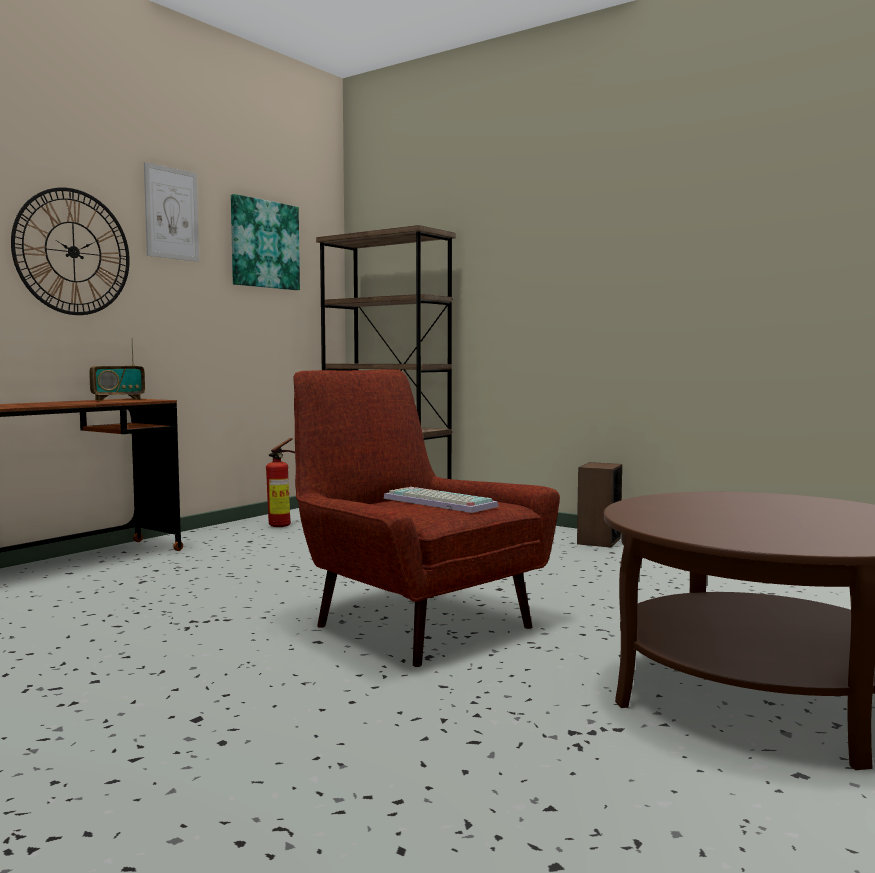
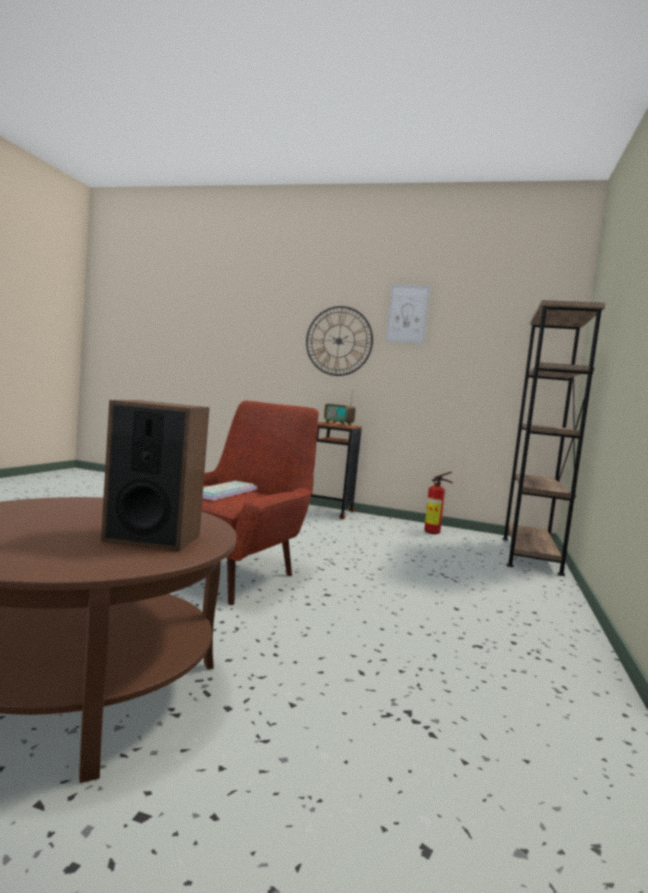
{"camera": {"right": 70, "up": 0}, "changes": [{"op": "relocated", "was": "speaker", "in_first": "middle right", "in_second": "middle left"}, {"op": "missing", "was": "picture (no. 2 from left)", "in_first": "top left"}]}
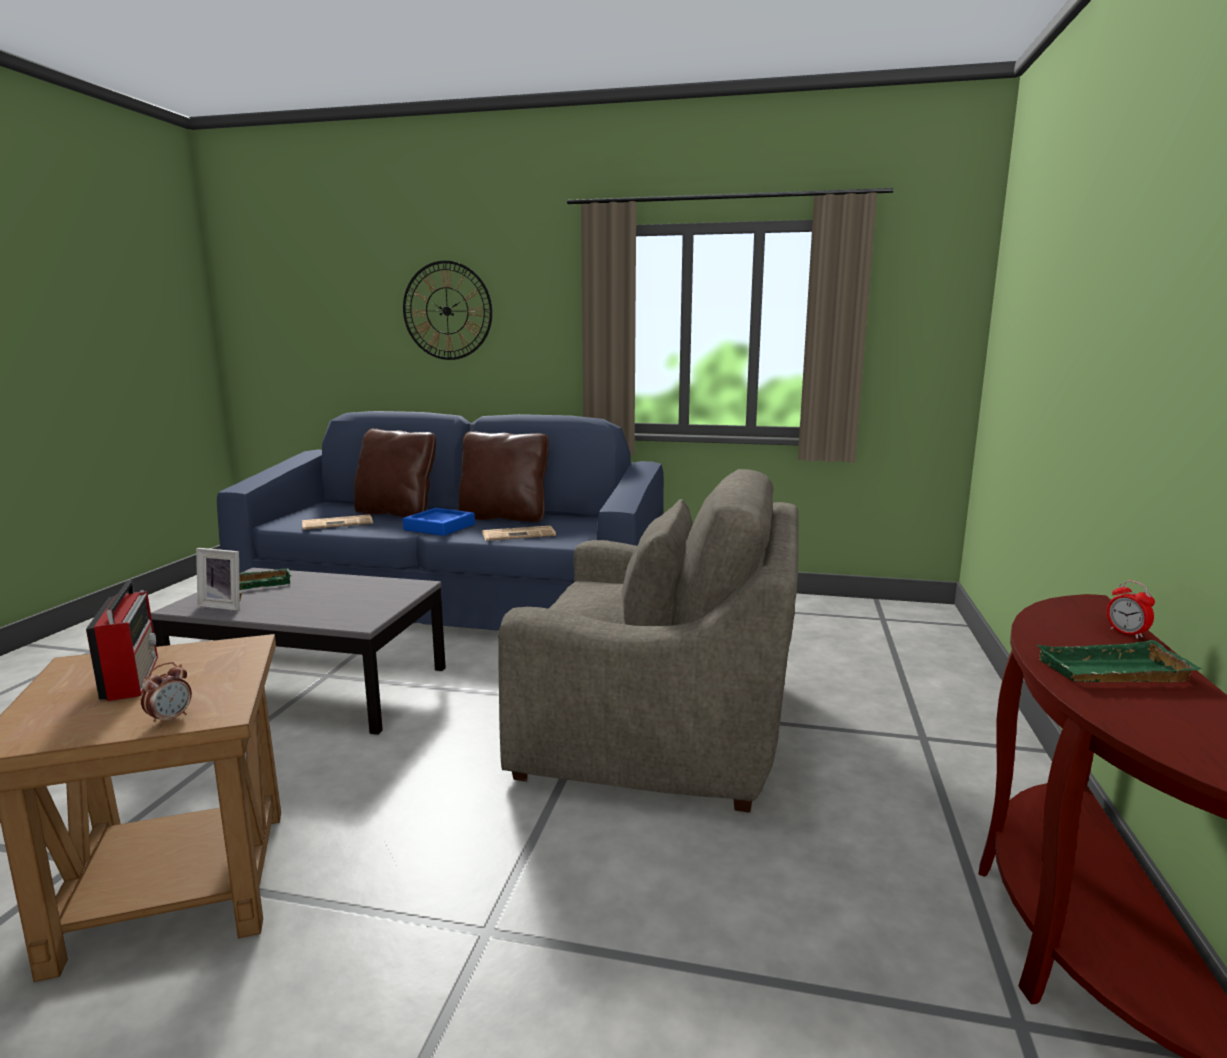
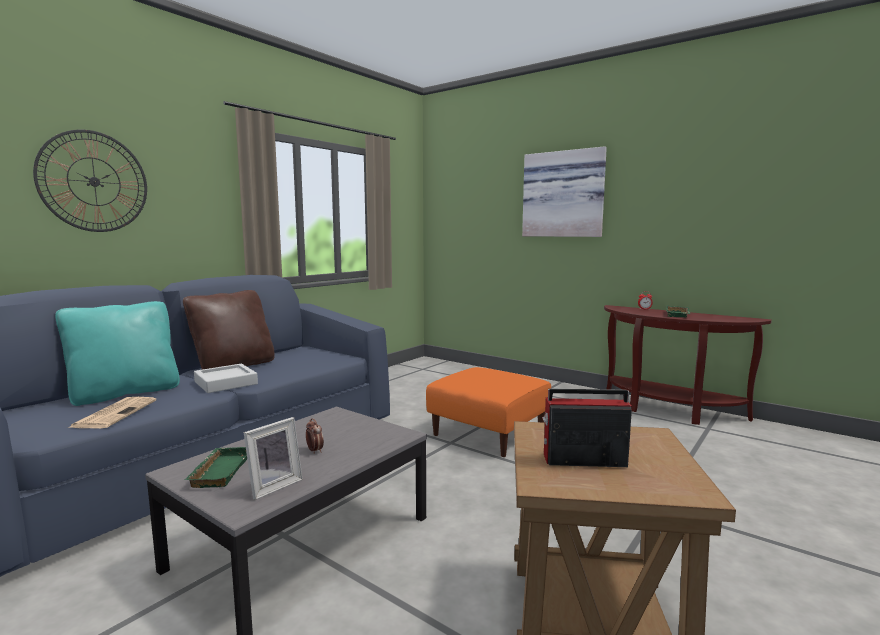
{"camera": {"right": -65, "up": -5}, "changes": [{"op": "colour", "was": "brown pillow (no. 1 from left)", "now": "turquoise pillow", "in_first": "middle left", "in_second": "middle left"}, {"op": "colour", "was": "blue tray", "now": "grey tray", "in_first": "centre", "in_second": "middle left"}, {"op": "relocated", "was": "alarm clock (no. 1 from left)", "in_first": "middle left", "in_second": "bottom centre"}, {"op": "exchanged", "was": "grey armchair", "now": "orange ottoman", "in_first": "centre", "in_second": "centre"}, {"op": "appeared", "now": "picture", "in_second": "top centre"}, {"op": "missing", "was": "newspaper (no. 2 from left)", "in_first": "centre"}]}
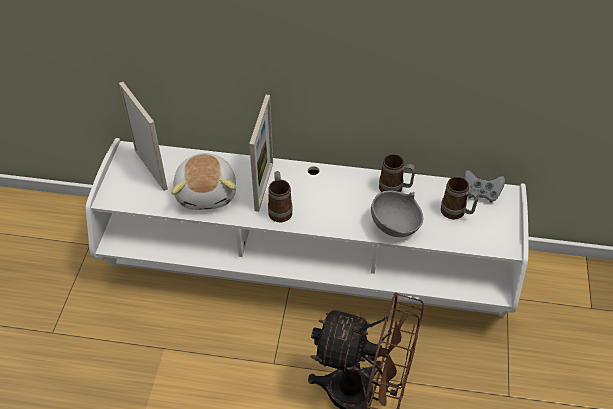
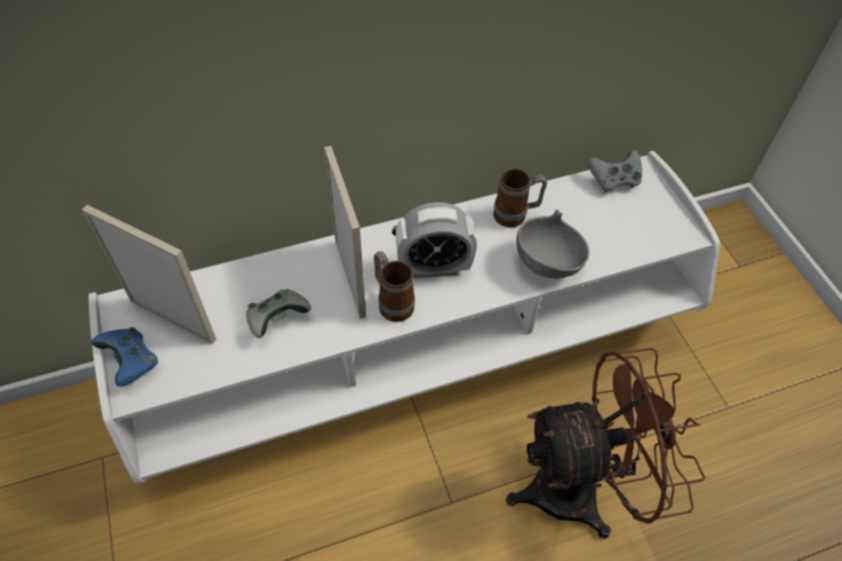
{"camera": {"right": -30, "up": 5}, "changes": [{"op": "appeared", "now": "blue game controller", "in_second": "middle left"}, {"op": "exchanged", "was": "plush toy", "now": "grey game controller (no. 1 from left)", "in_first": "middle left", "in_second": "middle left"}, {"op": "appeared", "now": "alarm clock", "in_second": "centre"}, {"op": "missing", "was": "mug (no. 3 from left)", "in_first": "middle right"}]}
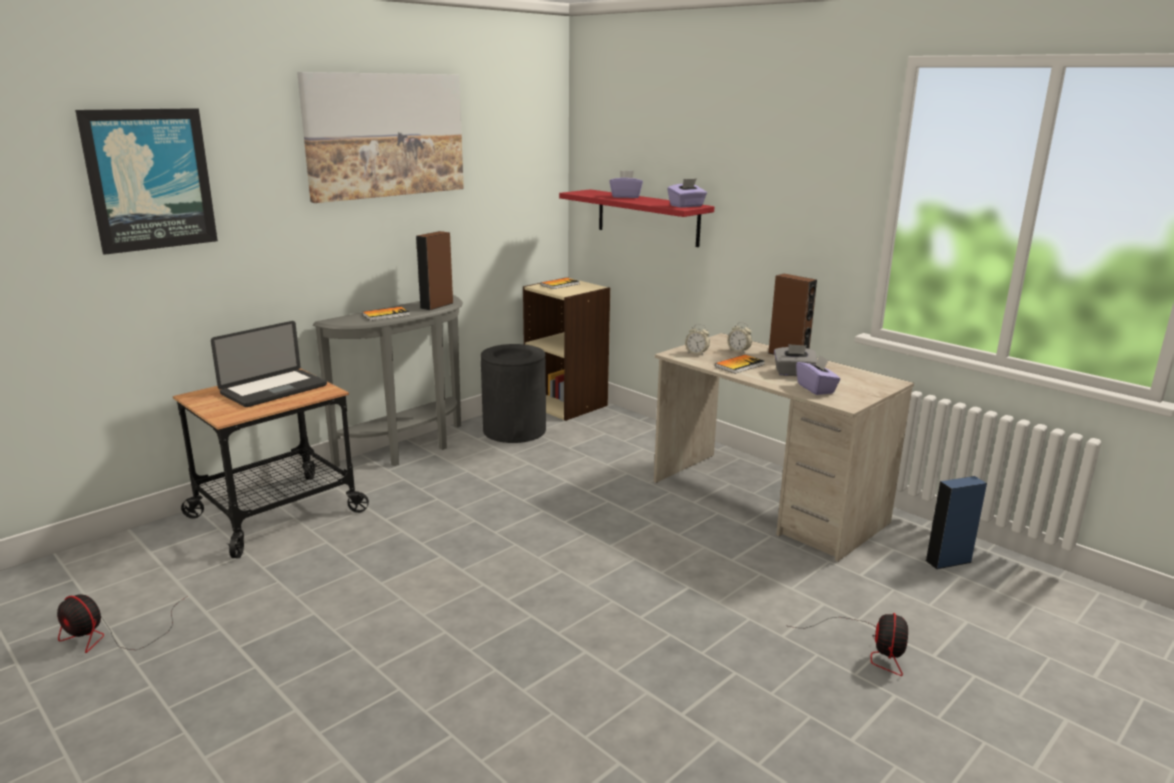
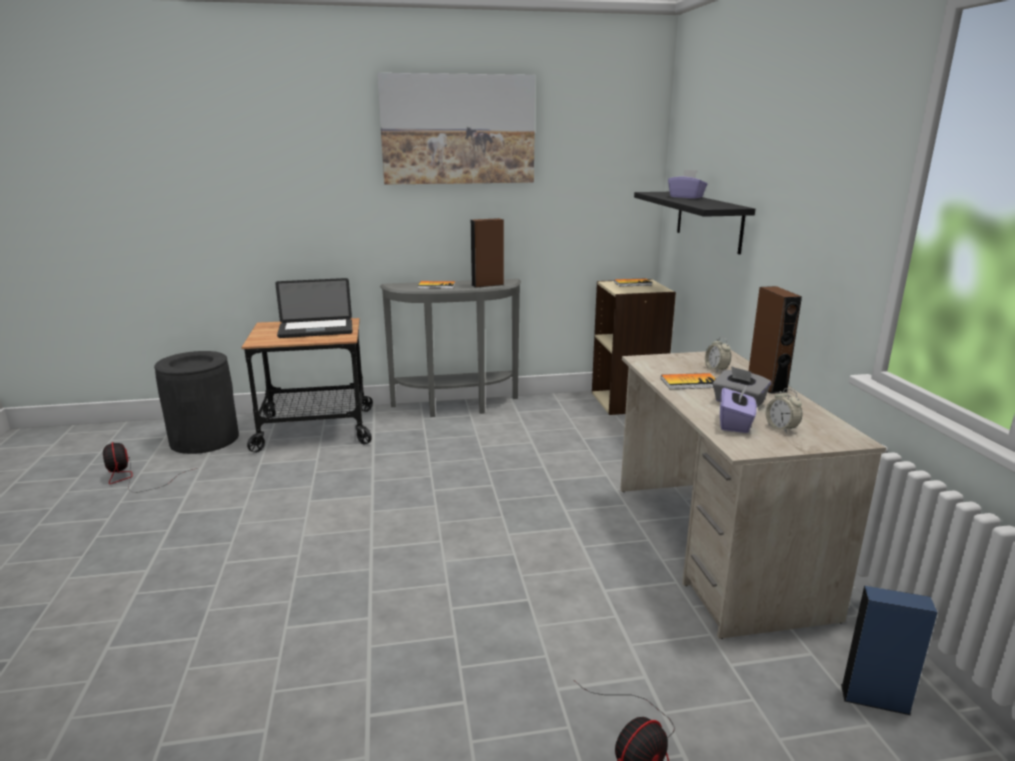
{"camera": {"right": 35, "up": 0}, "changes": [{"op": "relocated", "was": "black trash can", "in_first": "centre", "in_second": "middle left"}, {"op": "colour", "was": "red shelf", "now": "black shelf", "in_first": "top centre", "in_second": "top right"}, {"op": "relocated", "was": "alarm clock (no. 1 from left in the first image)", "now": "alarm clock (no. 2 from left)", "in_first": "centre", "in_second": "middle right"}, {"op": "missing", "was": "picture (no. 1 from left)", "in_first": "top left"}, {"op": "missing", "was": "purple tissue box (no. 2 from left)", "in_first": "top centre"}]}
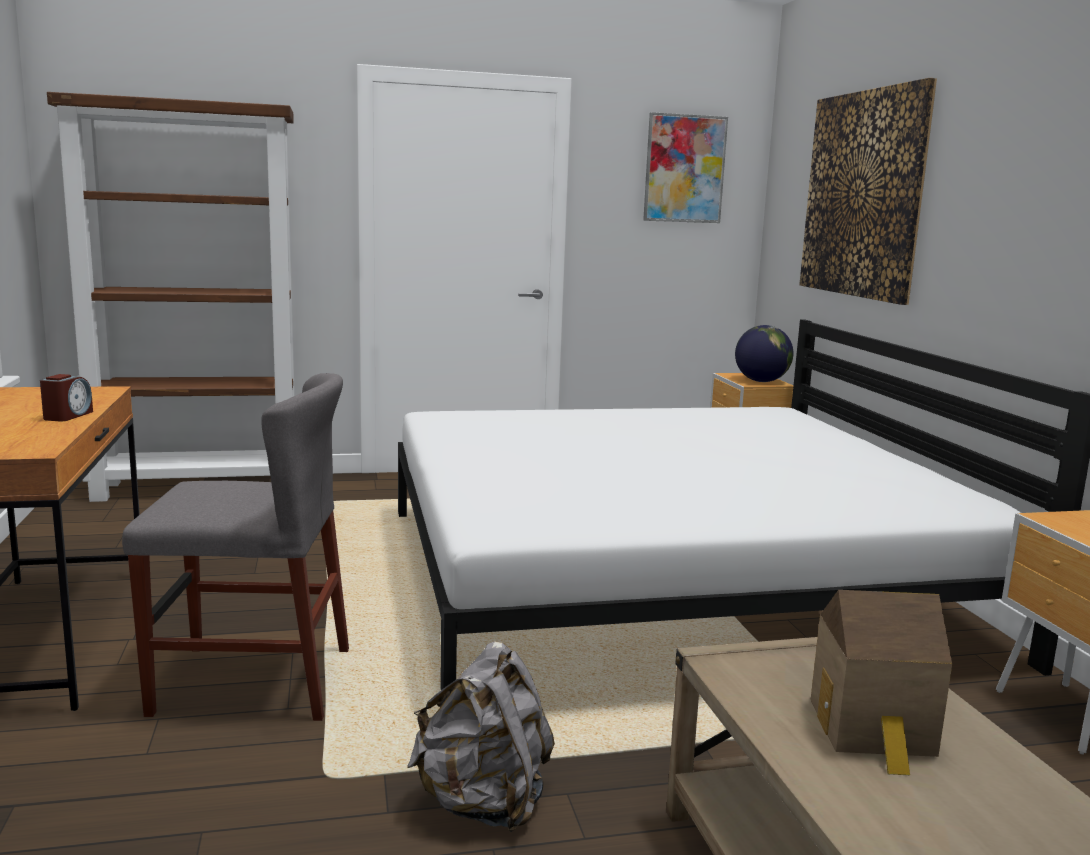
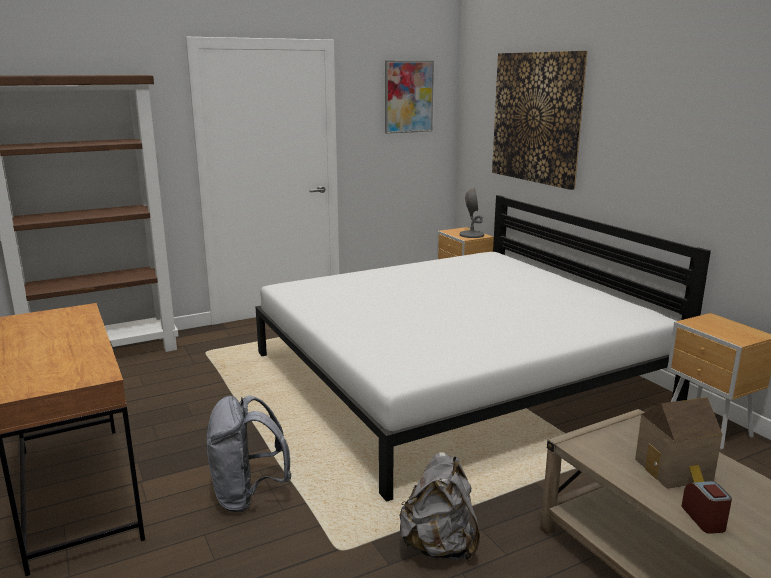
{"camera": {"right": -15, "up": 5}, "changes": [{"op": "exchanged", "was": "grey chair", "now": "grey backpack (no. 1 from left)", "in_first": "middle left", "in_second": "bottom left"}, {"op": "exchanged", "was": "globe", "now": "grey table lamp", "in_first": "middle right", "in_second": "centre"}, {"op": "relocated", "was": "alarm clock", "in_first": "middle left", "in_second": "bottom right"}]}
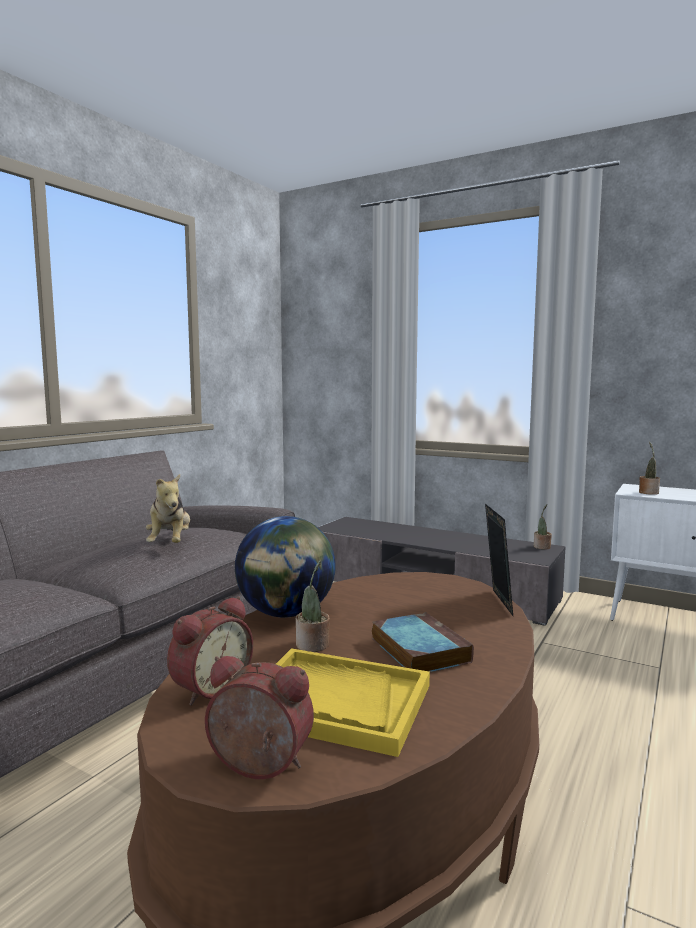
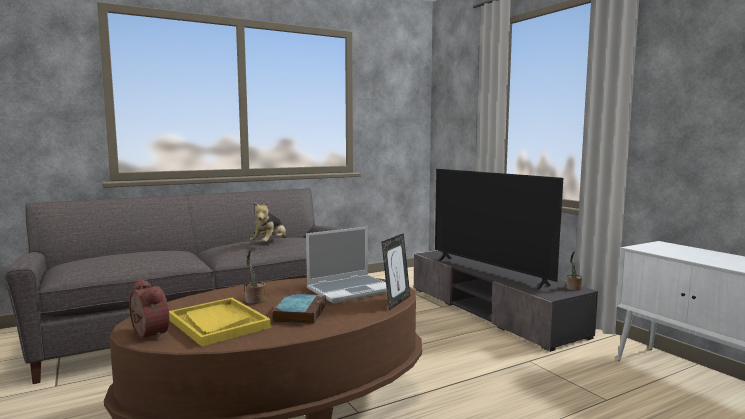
{"camera": {"right": 30, "up": 0}, "changes": [{"op": "appeared", "now": "laptop", "in_second": "centre"}, {"op": "appeared", "now": "television", "in_second": "middle right"}, {"op": "missing", "was": "alarm clock (no. 1 from left)", "in_first": "bottom left"}, {"op": "missing", "was": "globe", "in_first": "centre"}, {"op": "missing", "was": "potted plant (no. 3 from left)", "in_first": "middle right"}]}
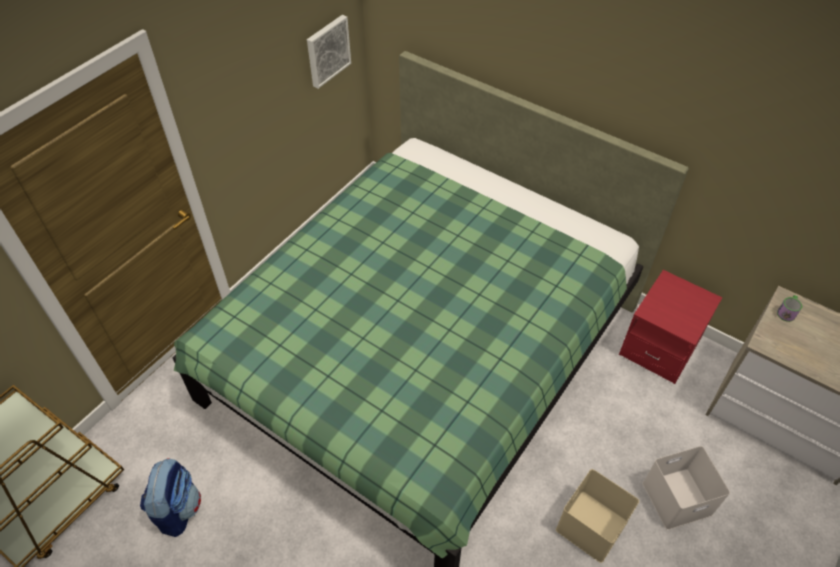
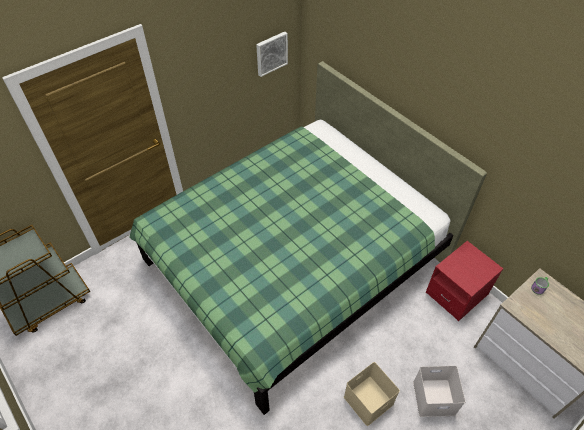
{"camera": {"right": 15, "up": 0}, "changes": [{"op": "missing", "was": "backpack", "in_first": "bottom left"}]}
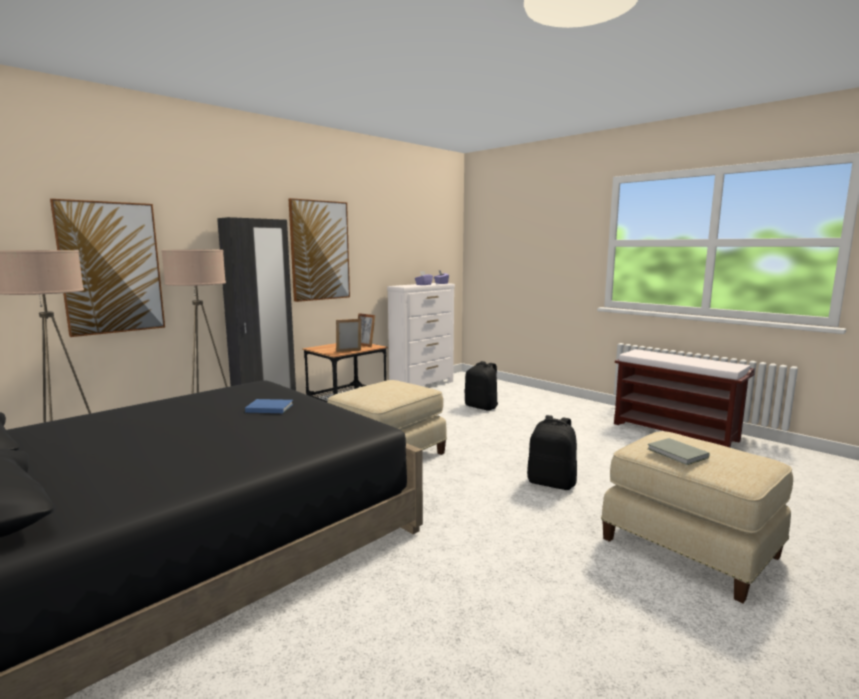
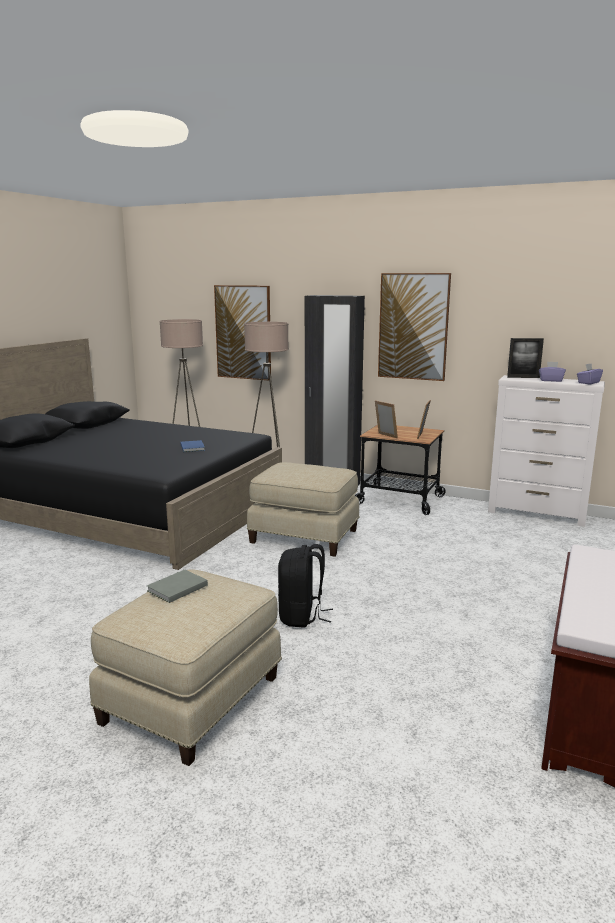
{"camera": {"right": 70, "up": 5}, "changes": [{"op": "appeared", "now": "picture frame (no. 3 from left)", "in_second": "middle right"}, {"op": "missing", "was": "black backpack (no. 1 from left)", "in_first": "centre"}]}
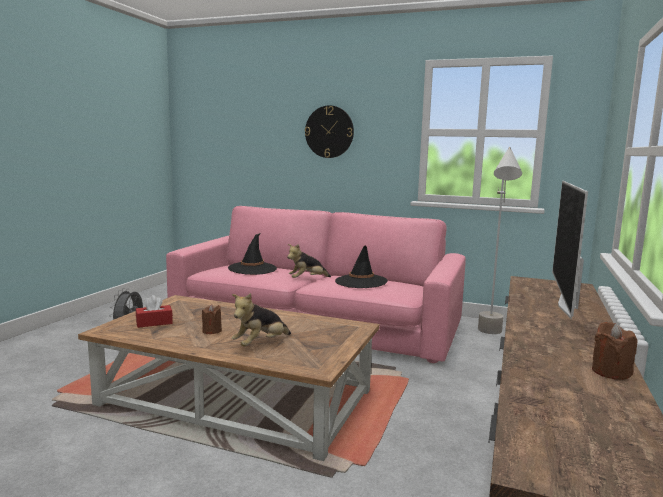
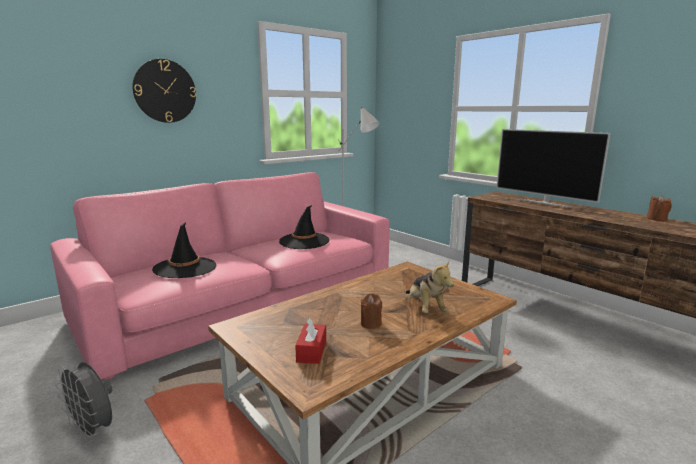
{"camera": {"right": -60, "up": 5}, "changes": [{"op": "missing", "was": "plush toy (no. 2 from left)", "in_first": "centre"}]}
